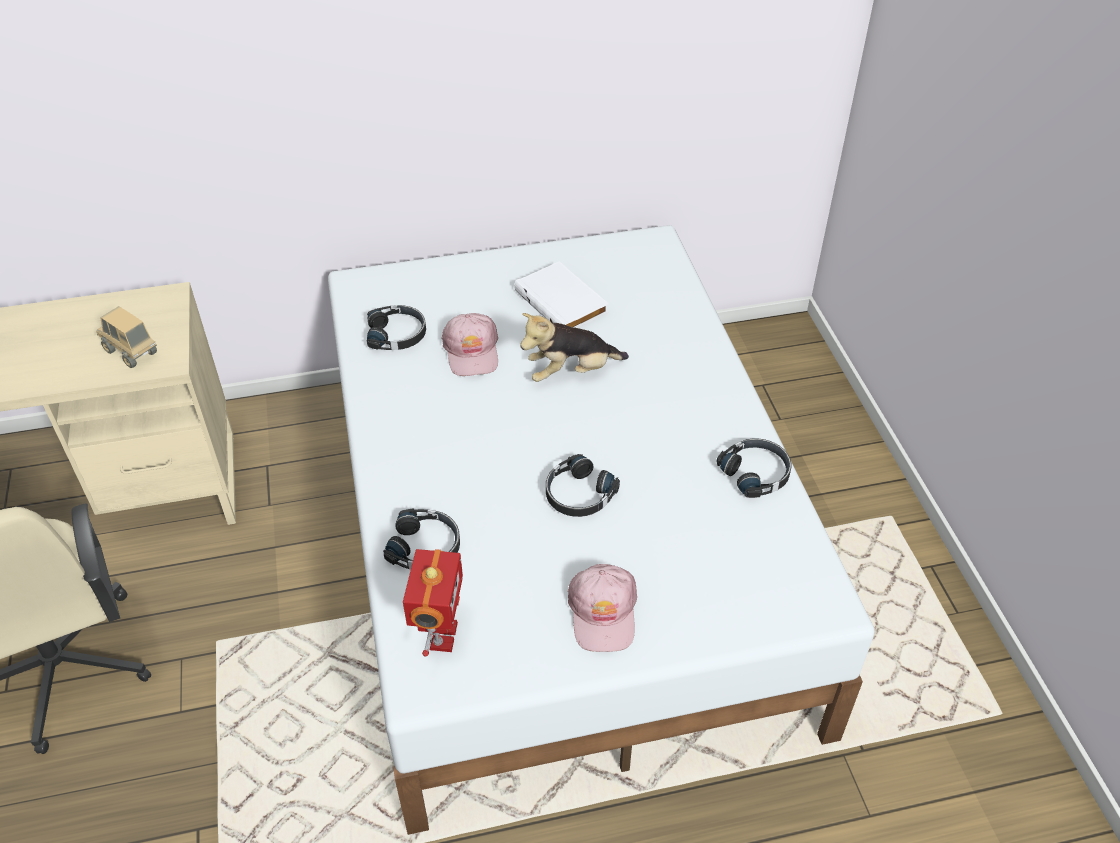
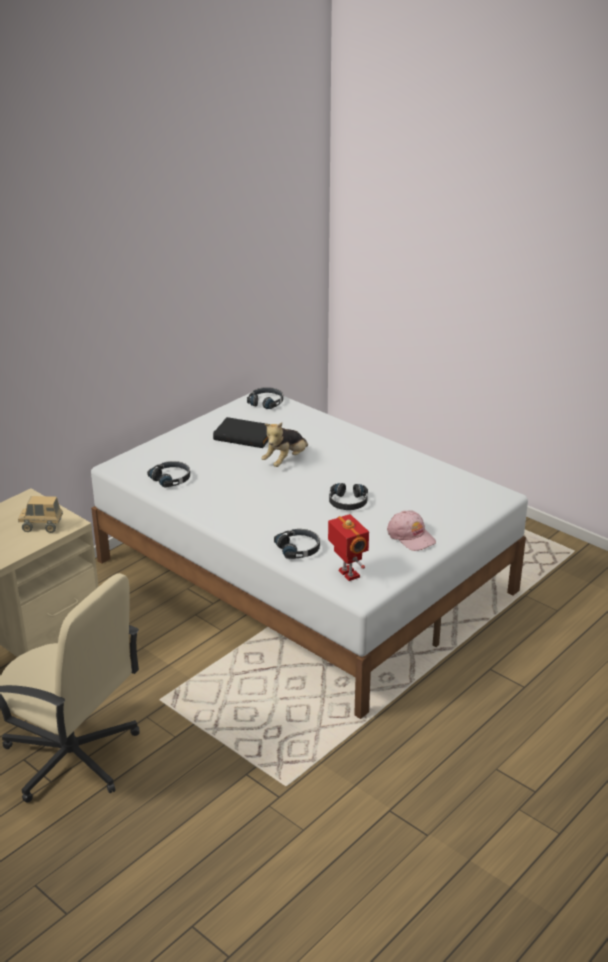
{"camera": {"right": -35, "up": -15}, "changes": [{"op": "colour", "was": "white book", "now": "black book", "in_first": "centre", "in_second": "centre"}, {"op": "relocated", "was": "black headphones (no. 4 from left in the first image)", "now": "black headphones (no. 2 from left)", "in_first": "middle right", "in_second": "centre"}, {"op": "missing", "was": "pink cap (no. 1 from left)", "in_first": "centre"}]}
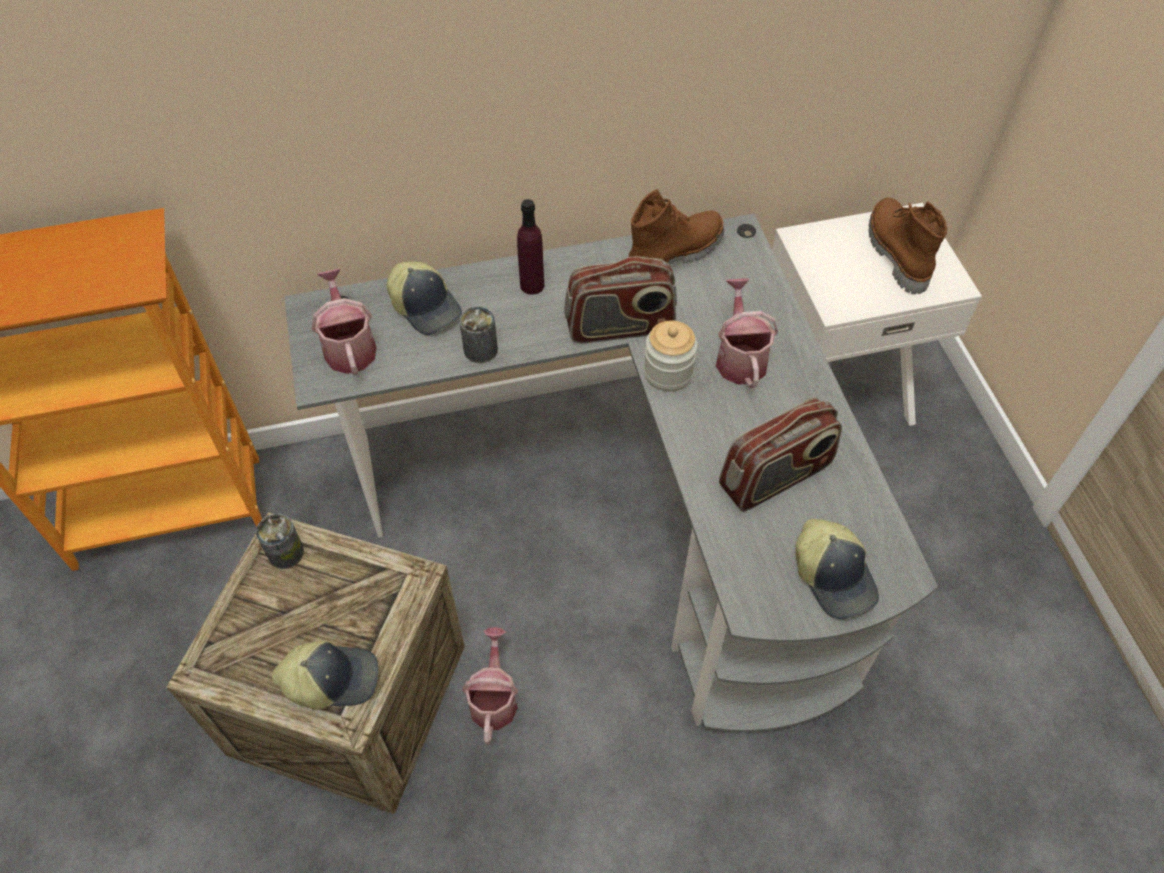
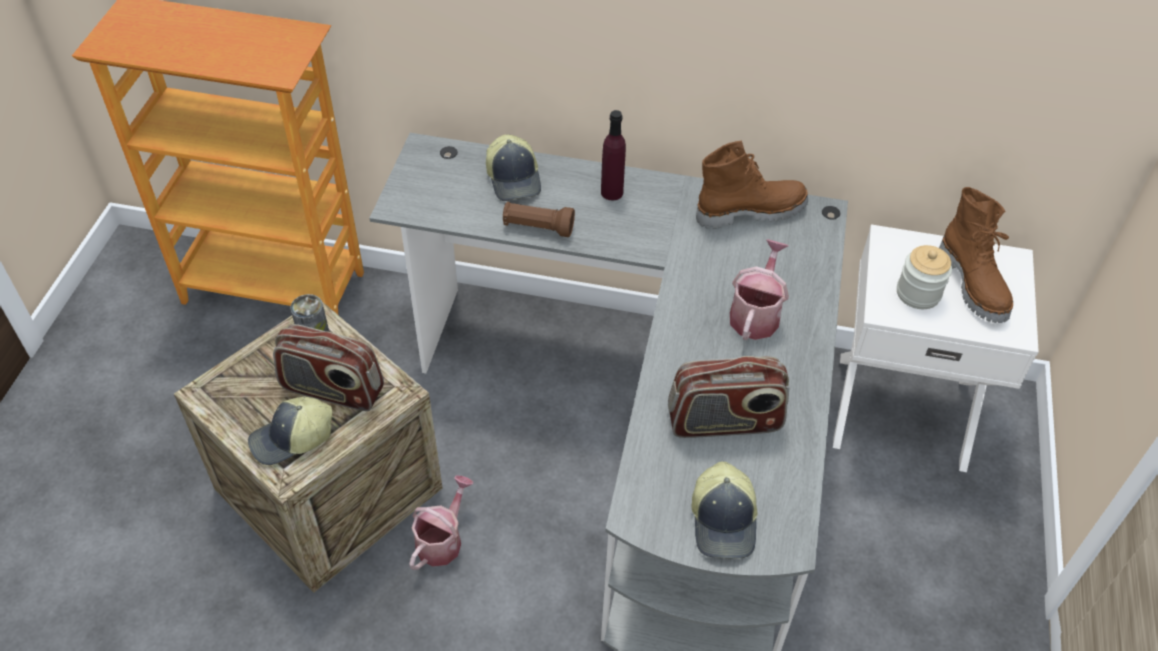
{"camera": {"right": 25, "up": -5}, "changes": [{"op": "spun", "was": "cap (no. 1 from left)", "in_first": "bottom left", "in_second": "middle left", "clockwise": 135}, {"op": "relocated", "was": "radio (no. 1 from left)", "in_first": "centre", "in_second": "middle left"}, {"op": "exchanged", "was": "can (no. 2 from left)", "now": "brown flashlight", "in_first": "centre", "in_second": "centre"}, {"op": "relocated", "was": "jar", "in_first": "centre", "in_second": "middle right"}, {"op": "spun", "was": "brown boot (no. 2 from left)", "in_first": "top right", "in_second": "middle right", "clockwise": 150}, {"op": "missing", "was": "watering can (no. 1 from left)", "in_first": "middle left"}]}
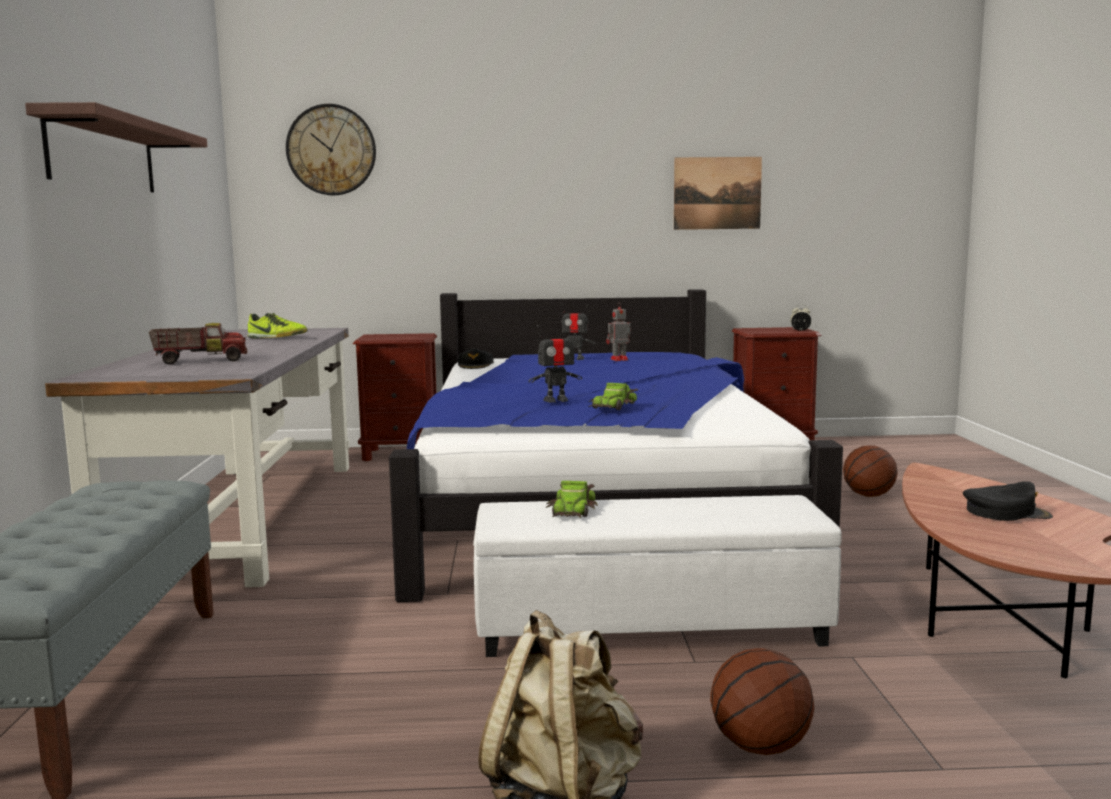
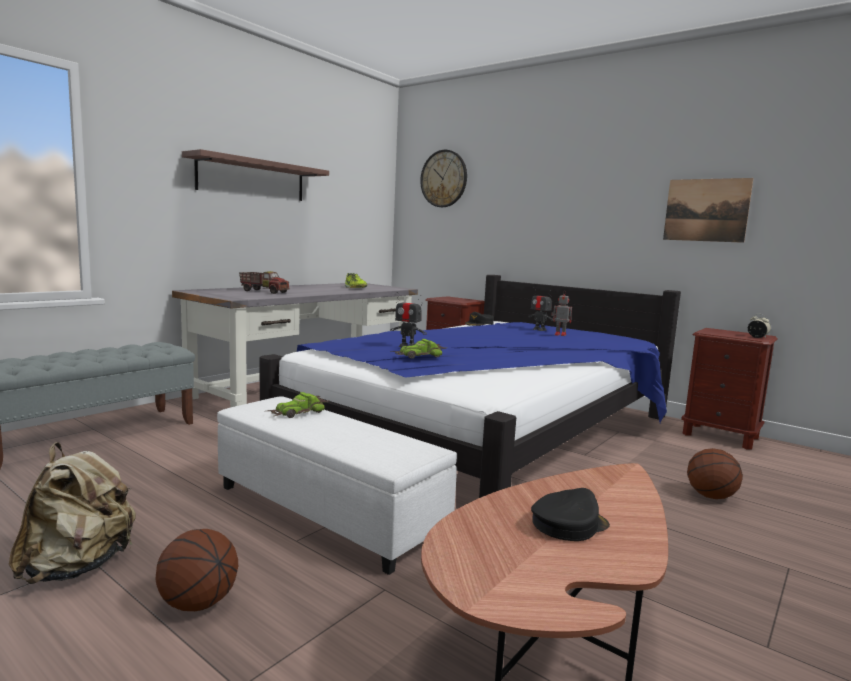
{"camera": {"right": 40, "up": 0}, "changes": [{"op": "spun", "was": "black cap (no. 2 from left)", "in_first": "middle right", "in_second": "bottom right", "clockwise": -75}]}
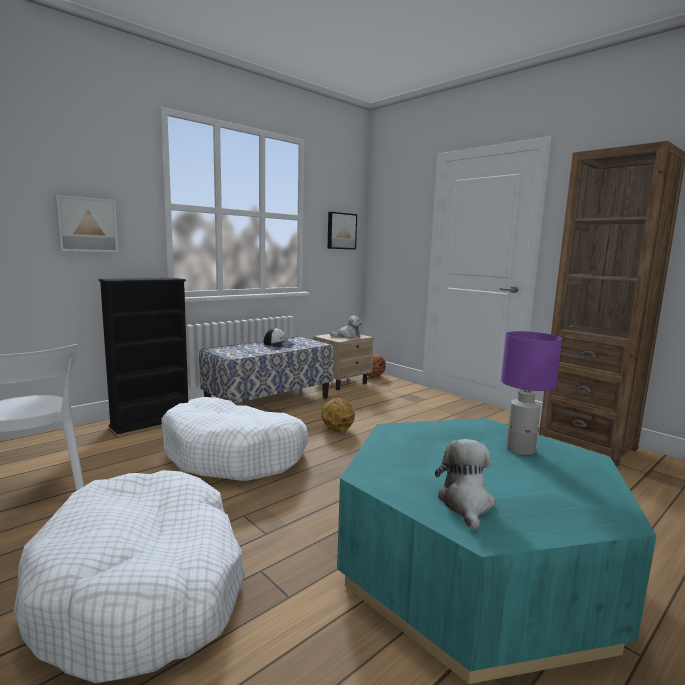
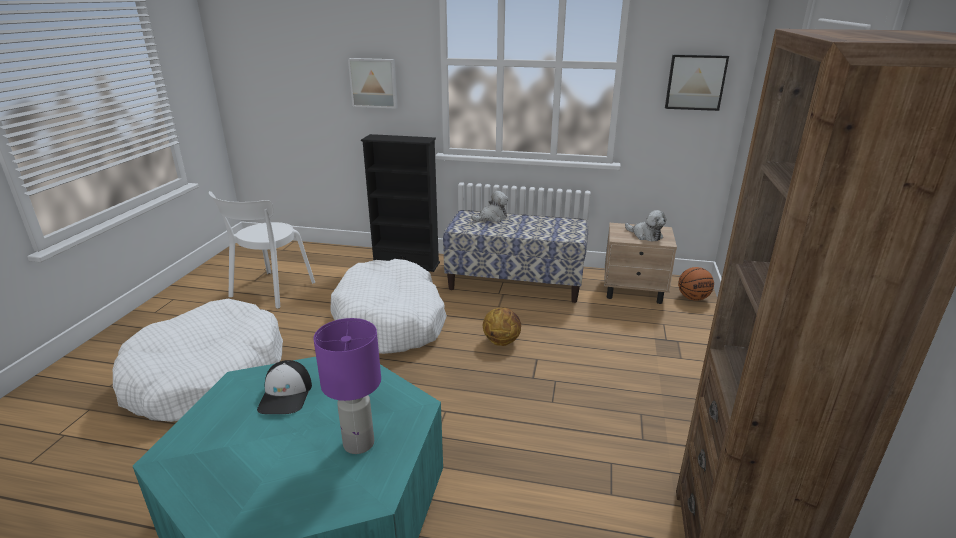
{"camera": {"right": 55, "up": 15}, "changes": [{"op": "relocated", "was": "cap", "in_first": "centre", "in_second": "bottom left"}, {"op": "relocated", "was": "plush toy (no. 2 from left in the first image)", "now": "plush toy (no. 1 from left)", "in_first": "bottom right", "in_second": "centre"}]}
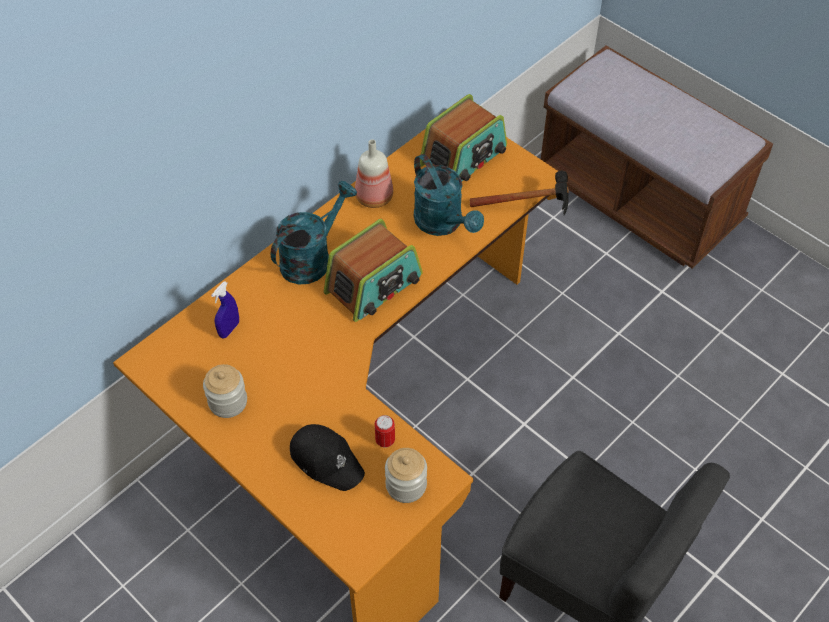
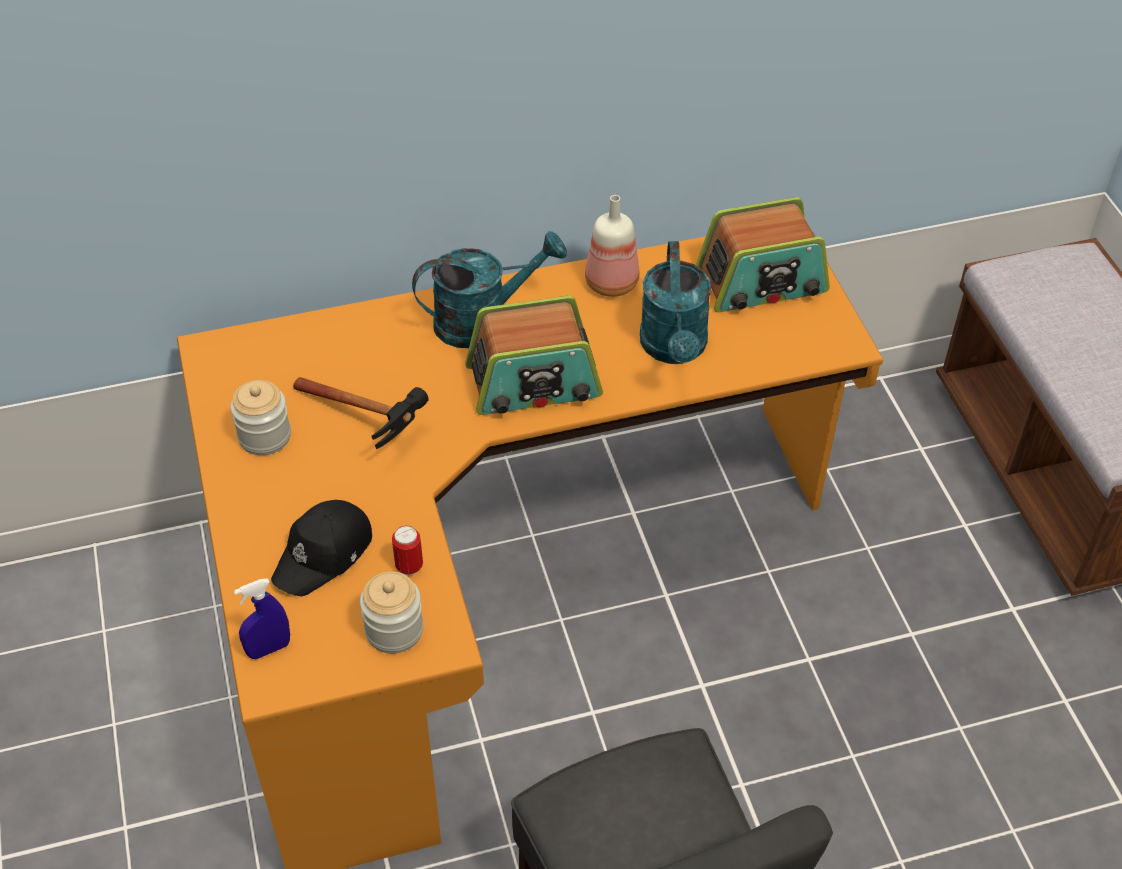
{"camera": {"right": 30, "up": -5}, "changes": [{"op": "relocated", "was": "blue spray bottle", "in_first": "middle left", "in_second": "bottom left"}, {"op": "spun", "was": "black cap", "in_first": "bottom centre", "in_second": "middle left", "clockwise": 60}, {"op": "relocated", "was": "hammer", "in_first": "top centre", "in_second": "middle left"}]}
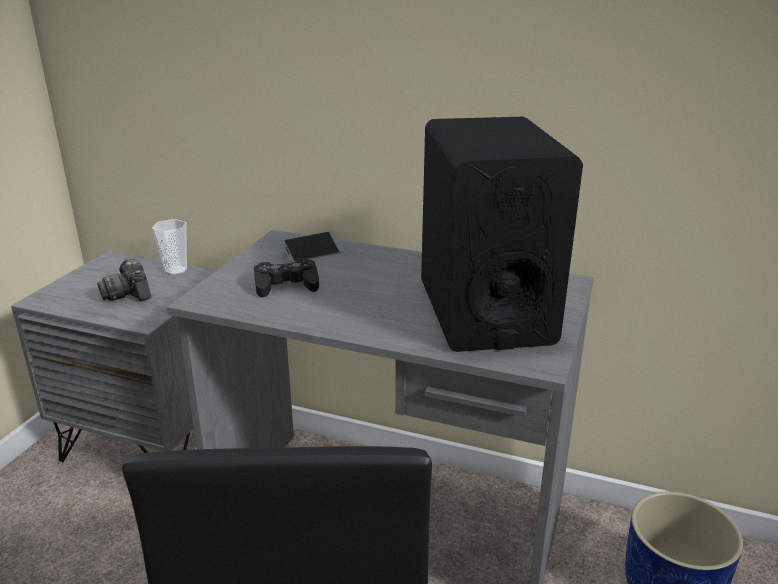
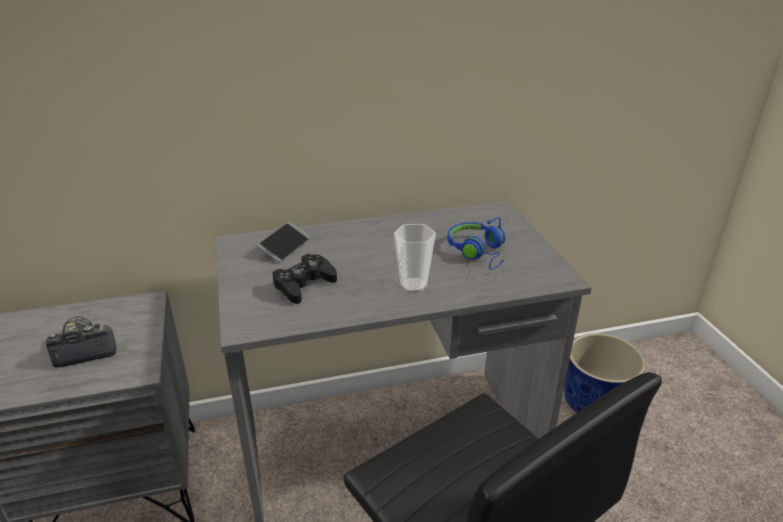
{"camera": {"right": -35, "up": 5}, "changes": [{"op": "spun", "was": "photo camera", "in_first": "middle left", "in_second": "middle left", "clockwise": 135}, {"op": "relocated", "was": "cup", "in_first": "middle left", "in_second": "centre"}, {"op": "exchanged", "was": "black speaker", "now": "blue headphones", "in_first": "centre", "in_second": "centre"}]}
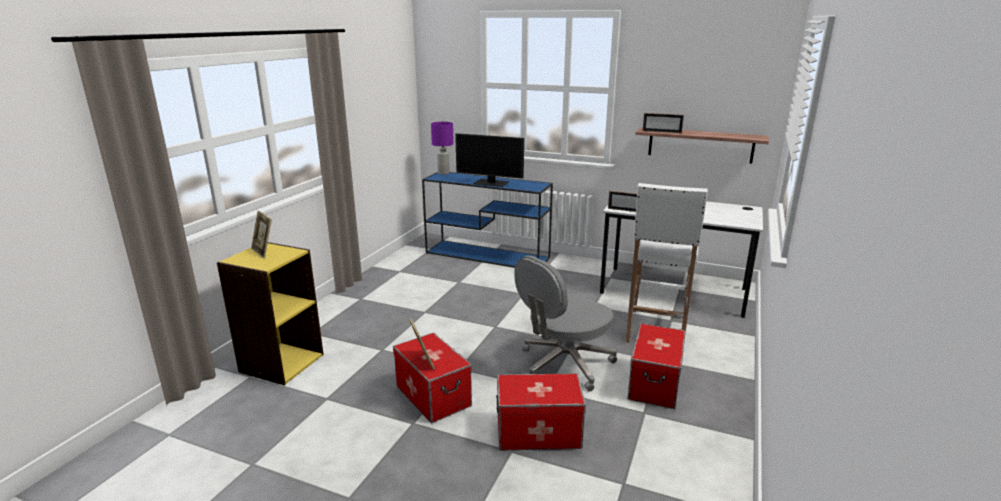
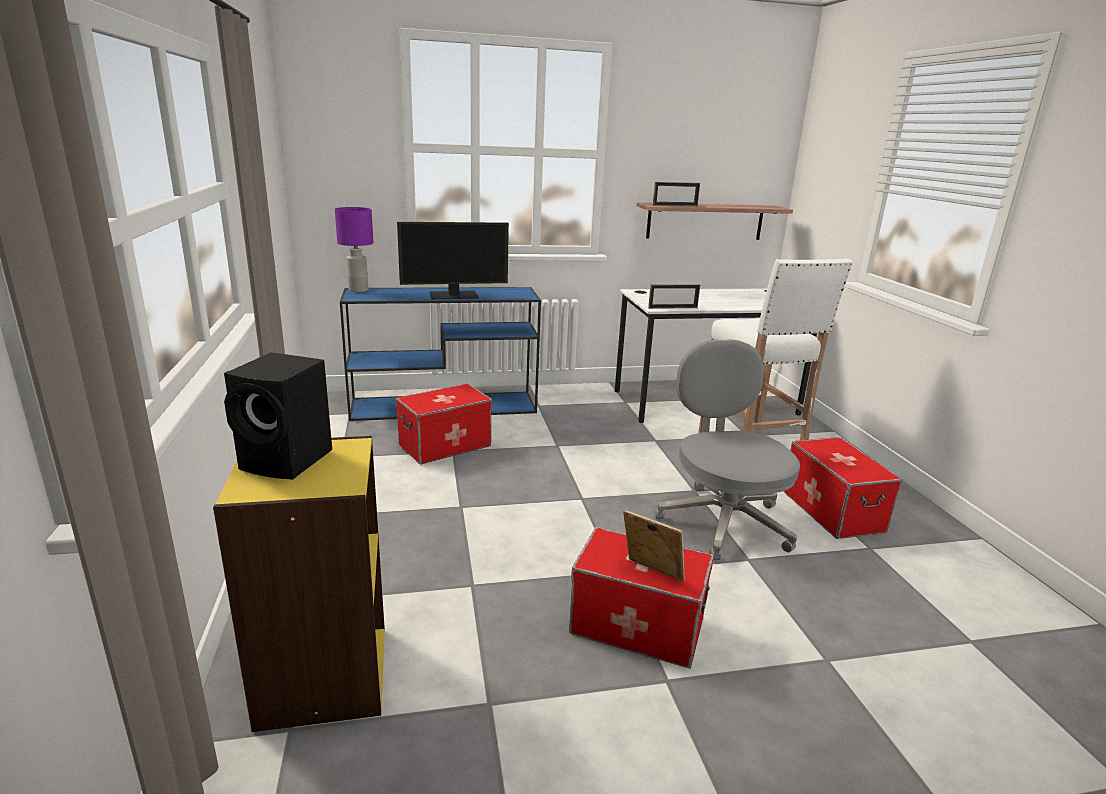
{"camera": {"right": -35, "up": 0}, "changes": [{"op": "exchanged", "was": "picture frame (no. 1 from left)", "now": "black speaker", "in_first": "middle left", "in_second": "middle left"}, {"op": "relocated", "was": "storage box (no. 2 from left in the first image)", "now": "storage box (no. 1 from left)", "in_first": "bottom centre", "in_second": "centre"}, {"op": "spun", "was": "grey office chair", "in_first": "centre", "in_second": "centre", "clockwise": 150}]}
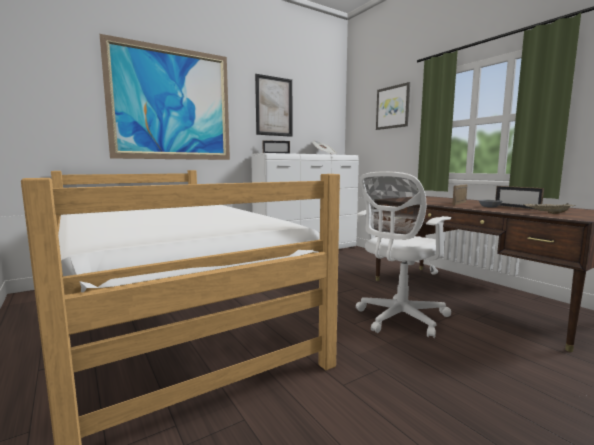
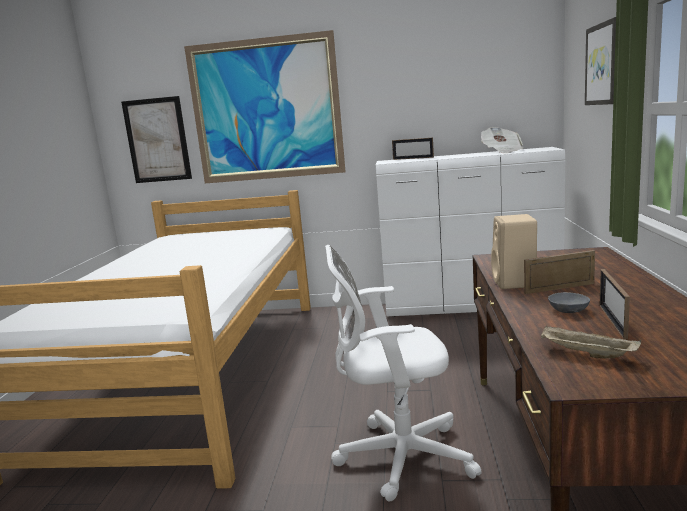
{"camera": {"right": 40, "up": 5}, "changes": [{"op": "relocated", "was": "picture (no. 2 from left in the first image)", "now": "picture (no. 1 from left)", "in_first": "top centre", "in_second": "top left"}, {"op": "appeared", "now": "beige speaker", "in_second": "middle right"}]}
